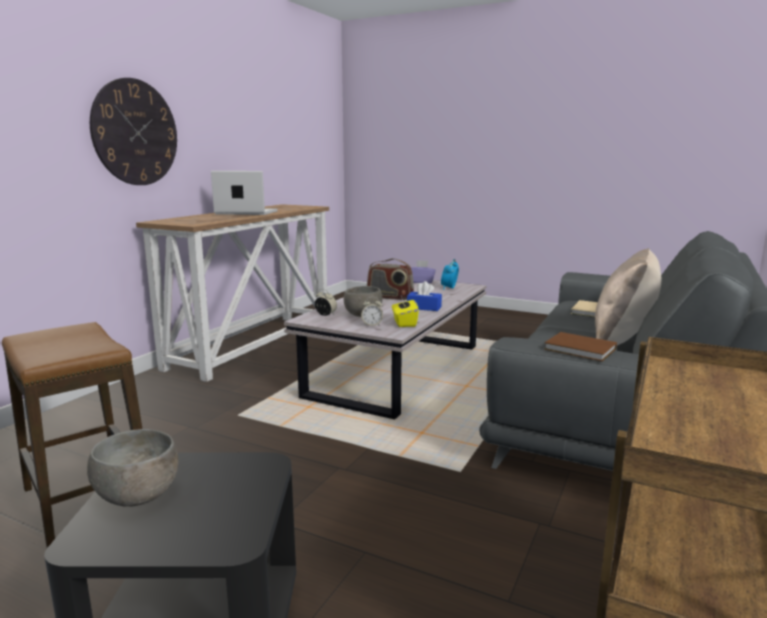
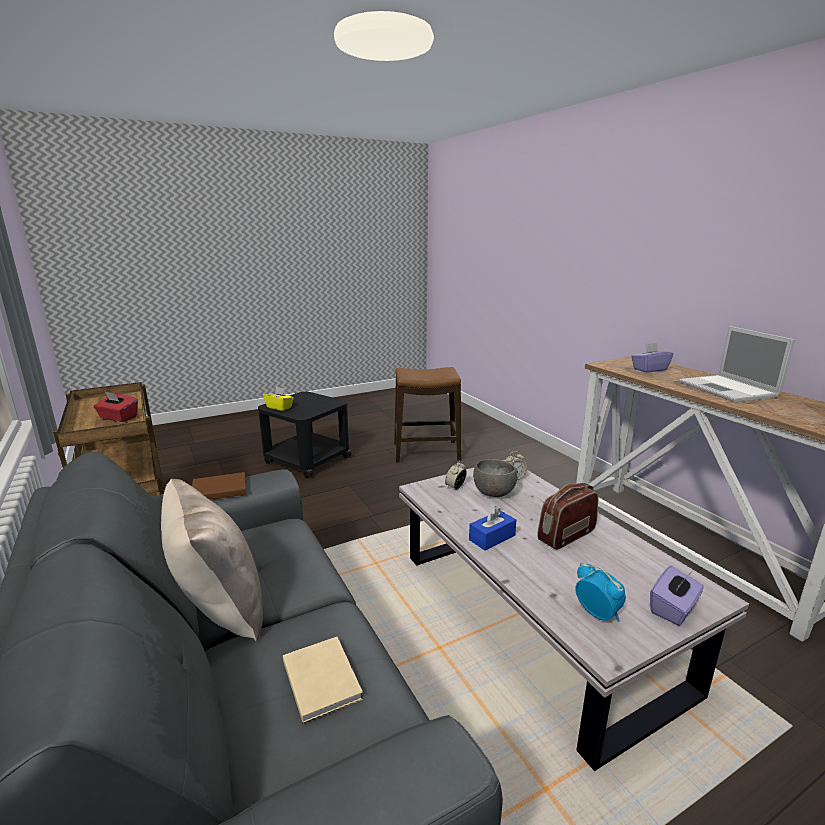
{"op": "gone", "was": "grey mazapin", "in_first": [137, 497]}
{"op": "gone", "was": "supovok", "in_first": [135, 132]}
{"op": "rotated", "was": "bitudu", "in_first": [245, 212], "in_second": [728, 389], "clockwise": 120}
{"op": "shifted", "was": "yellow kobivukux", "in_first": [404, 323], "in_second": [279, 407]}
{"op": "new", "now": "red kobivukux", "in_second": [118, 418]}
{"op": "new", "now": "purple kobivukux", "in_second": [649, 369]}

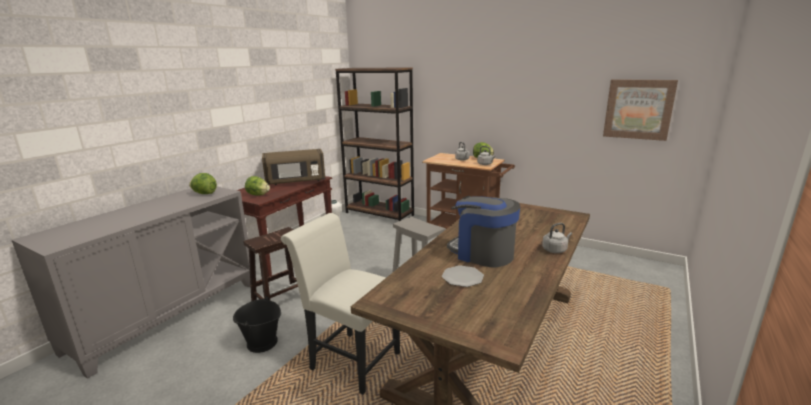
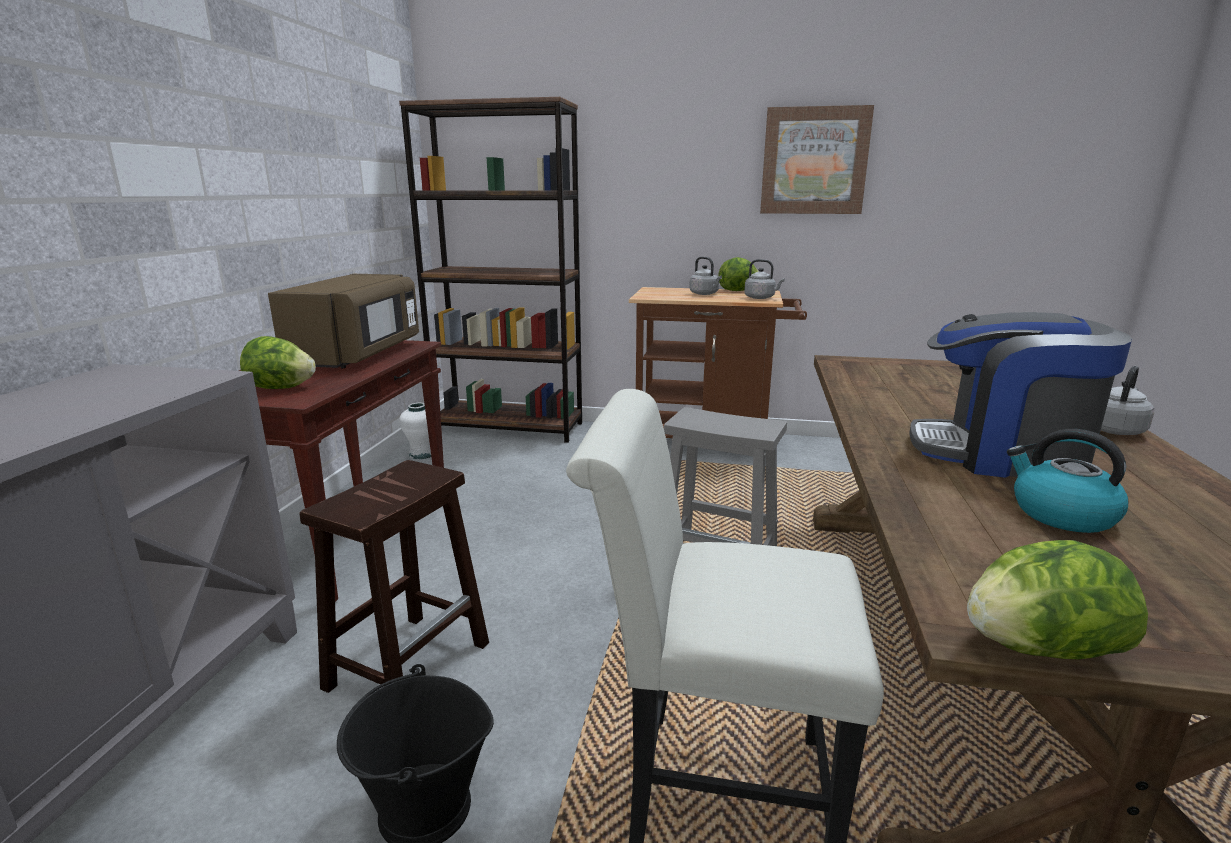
{"op": "shifted", "was": "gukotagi", "in_first": [204, 194], "in_second": [1039, 649]}
{"op": "rotated", "was": "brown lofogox", "in_first": [295, 181], "in_second": [358, 355], "clockwise": -45}
{"op": "swapped", "was": "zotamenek", "now": "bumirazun", "in_first": [462, 277], "in_second": [1061, 514]}
{"op": "shifted", "was": "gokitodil", "in_first": [638, 109], "in_second": [814, 161]}

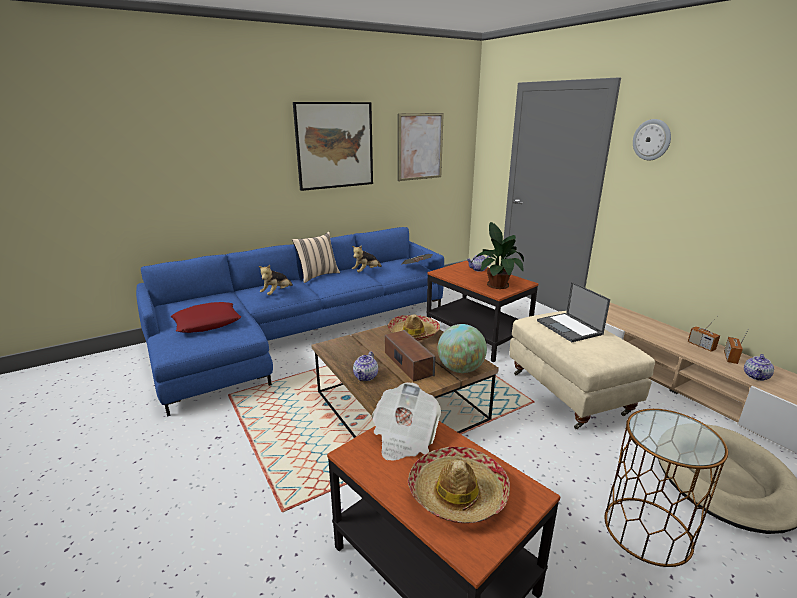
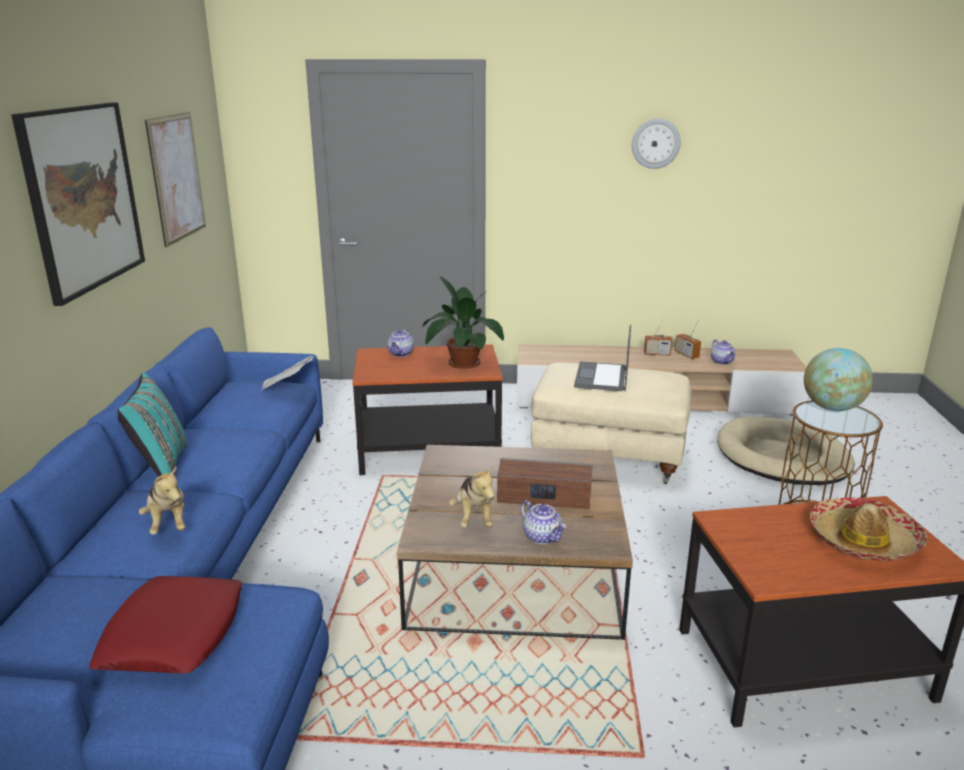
{"op": "repainted", "was": "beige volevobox", "now": "turquoise volevobox", "in_first": [317, 275], "in_second": [160, 466]}
{"op": "shifted", "was": "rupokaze", "in_first": [366, 271], "in_second": [473, 518]}
{"op": "gone", "was": "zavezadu", "in_first": [404, 437]}
{"op": "gone", "was": "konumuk", "in_first": [413, 333]}
{"op": "shifted", "was": "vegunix", "in_first": [460, 369], "in_second": [832, 408]}
{"op": "rotated", "was": "bitudu", "in_first": [570, 328], "in_second": [602, 377], "clockwise": 90}
{"op": "shifted", "was": "supovok", "in_first": [652, 139], "in_second": [655, 143]}

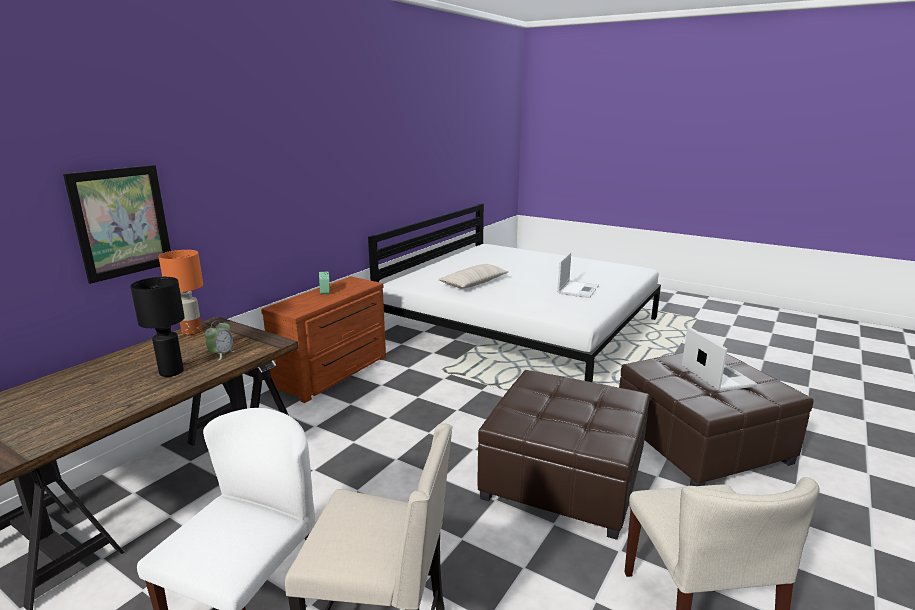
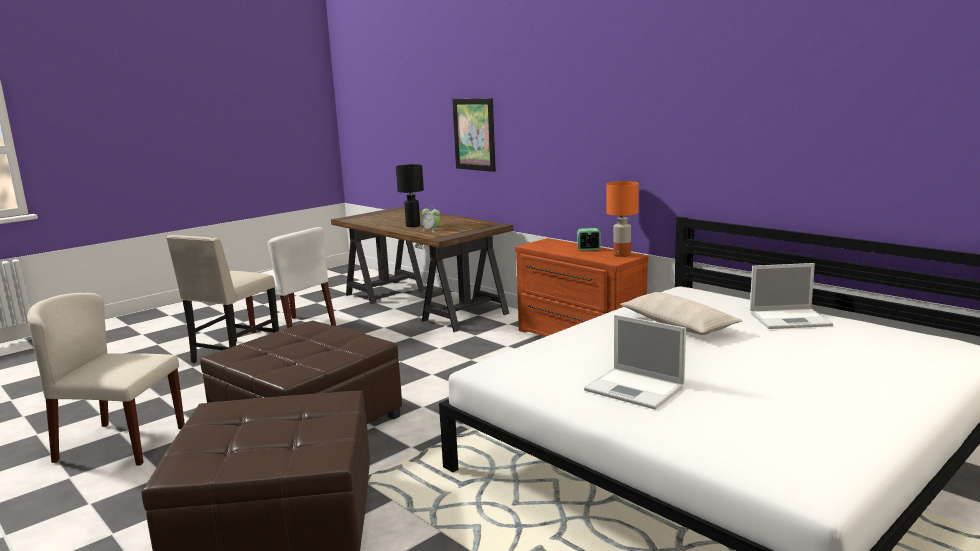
{"op": "shifted", "was": "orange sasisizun", "in_first": [192, 331], "in_second": [622, 255]}
{"op": "shifted", "was": "bitudu", "in_first": [716, 375], "in_second": [791, 319]}

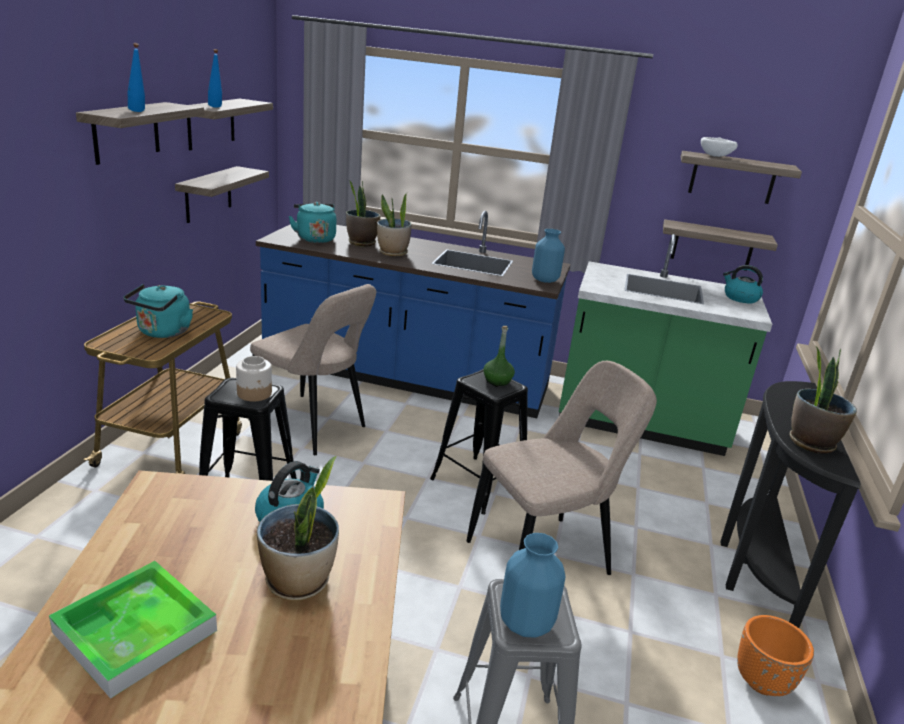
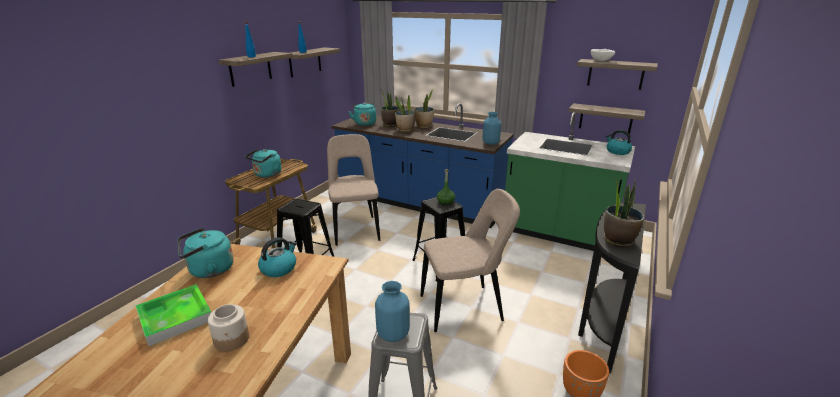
{"op": "gone", "was": "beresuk", "in_first": [208, 194]}
{"op": "shifted", "was": "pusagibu", "in_first": [255, 393], "in_second": [232, 340]}
{"op": "rotated", "was": "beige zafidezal", "in_first": [311, 426], "in_second": [355, 229], "clockwise": -150}
{"op": "shifted", "was": "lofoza", "in_first": [298, 582], "in_second": [424, 126]}
{"op": "new", "now": "turquoise bumirazun", "in_second": [209, 270]}

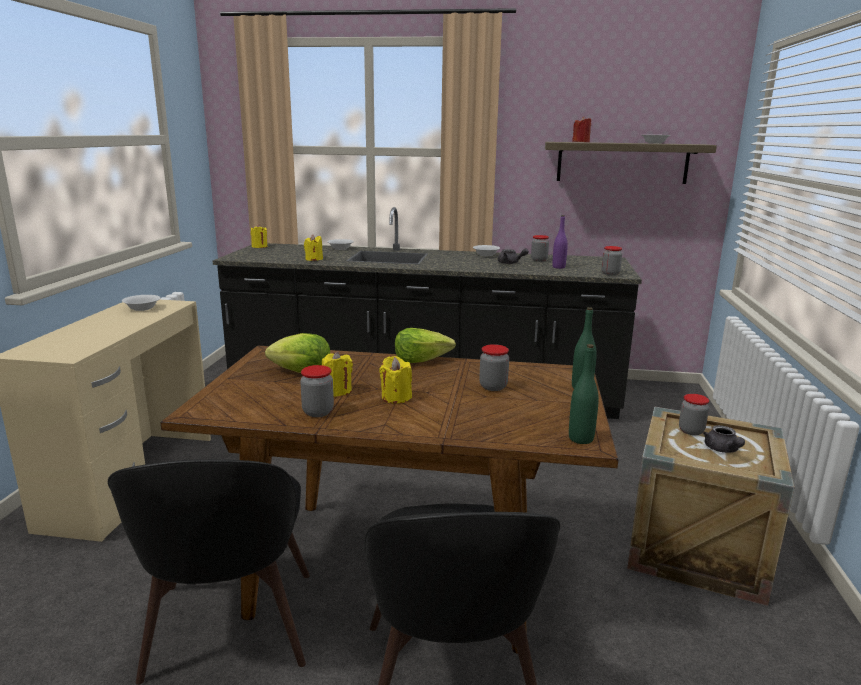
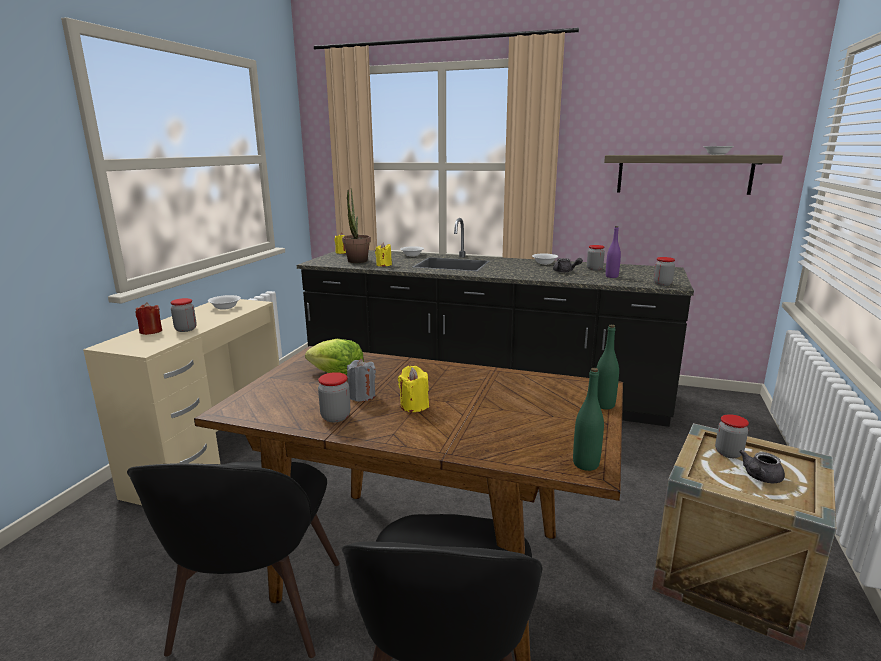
{"op": "repainted", "was": "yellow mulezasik", "now": "grey mulezasik", "in_first": [337, 391], "in_second": [362, 396]}
{"op": "gone", "was": "gukotagi", "in_first": [421, 360]}
{"op": "shifted", "was": "pusagibu", "in_first": [493, 387], "in_second": [186, 329]}
{"op": "shifted", "was": "red mulezasik", "in_first": [581, 142], "in_second": [151, 331]}
{"op": "rotated", "was": "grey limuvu", "in_first": [722, 450], "in_second": [759, 477], "clockwise": 45}
{"op": "new", "now": "lofoza", "in_second": [357, 262]}

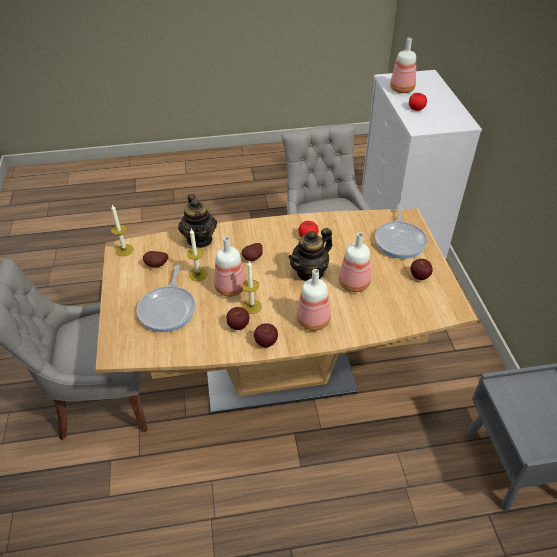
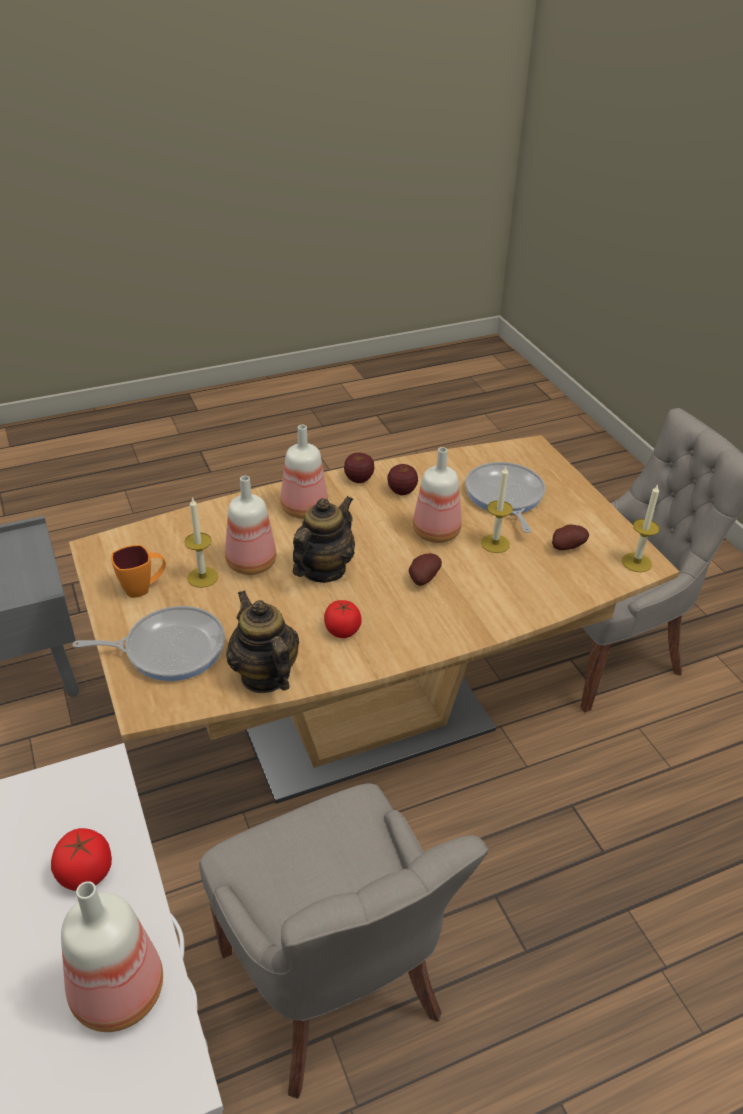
{"op": "shifted", "was": "limuvu", "in_first": [200, 239], "in_second": [264, 675]}
{"op": "shifted", "was": "mulezasik", "in_first": [251, 306], "in_second": [202, 577]}
{"op": "rotated", "was": "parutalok", "in_first": [400, 240], "in_second": [169, 649], "clockwise": 90}
{"op": "swapped", "was": "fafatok", "now": "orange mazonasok", "in_first": [419, 276], "in_second": [144, 588]}

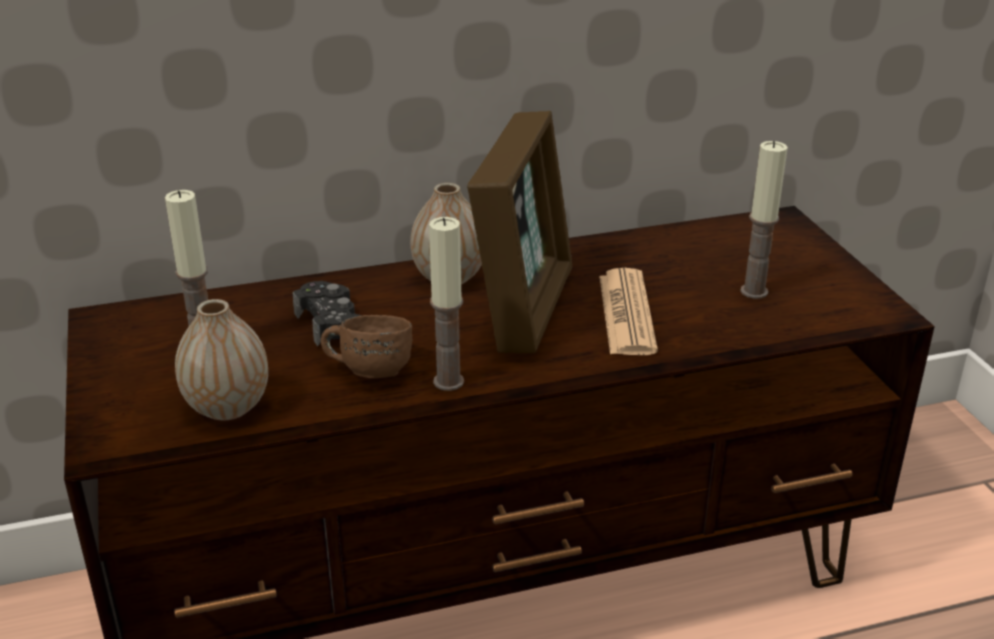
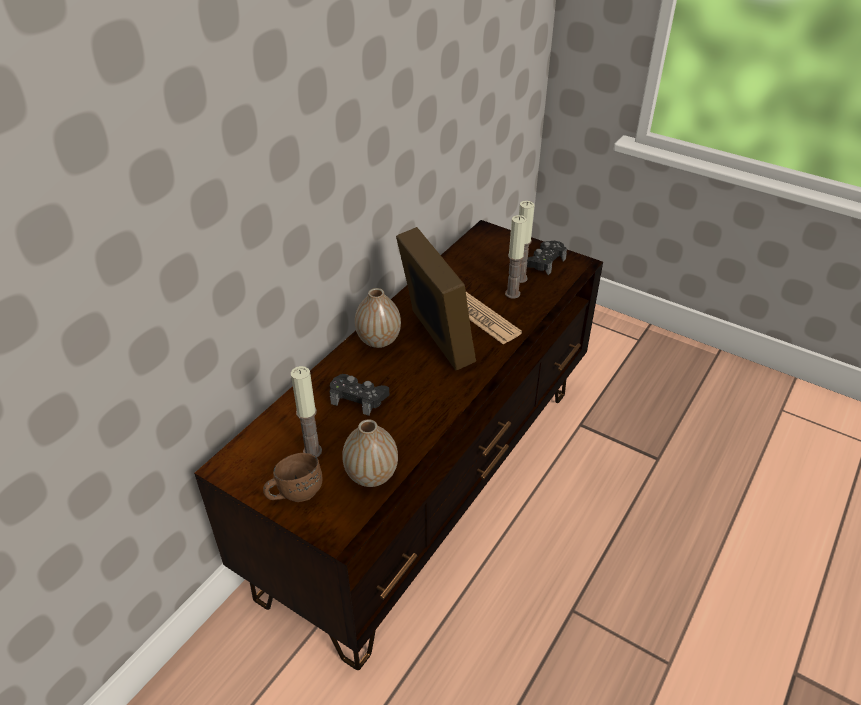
{"op": "shifted", "was": "brown mazonasok", "in_first": [369, 369], "in_second": [294, 492]}
{"op": "shifted", "was": "mulezasik", "in_first": [448, 382], "in_second": [512, 293]}
{"op": "new", "now": "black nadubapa", "in_second": [544, 262]}

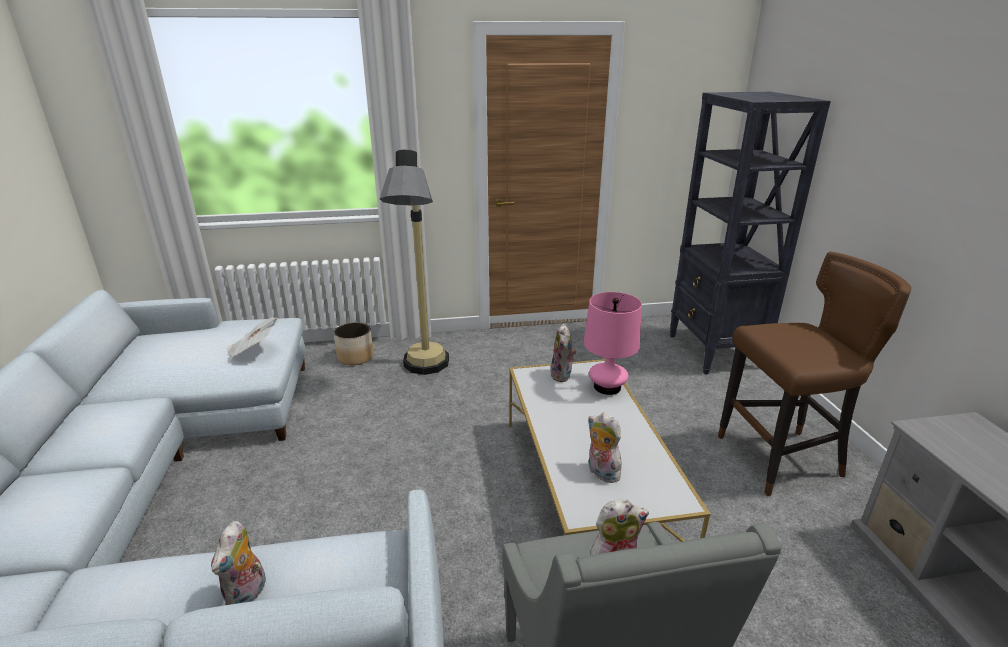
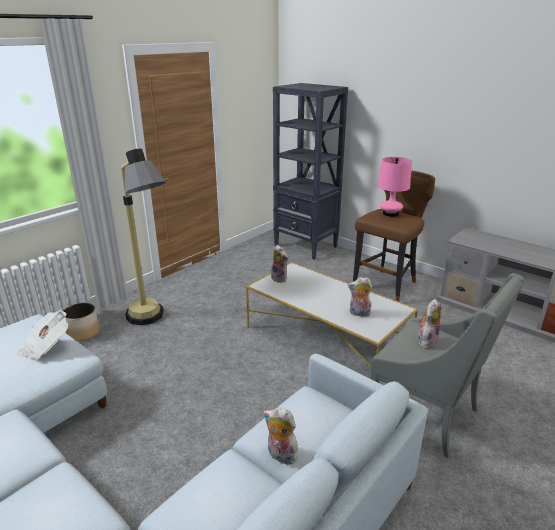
{"op": "rotated", "was": "rupokaze", "in_first": [248, 596], "in_second": [280, 455], "clockwise": 150}
{"op": "shifted", "was": "pink sasisizun", "in_first": [607, 387], "in_second": [390, 214]}

